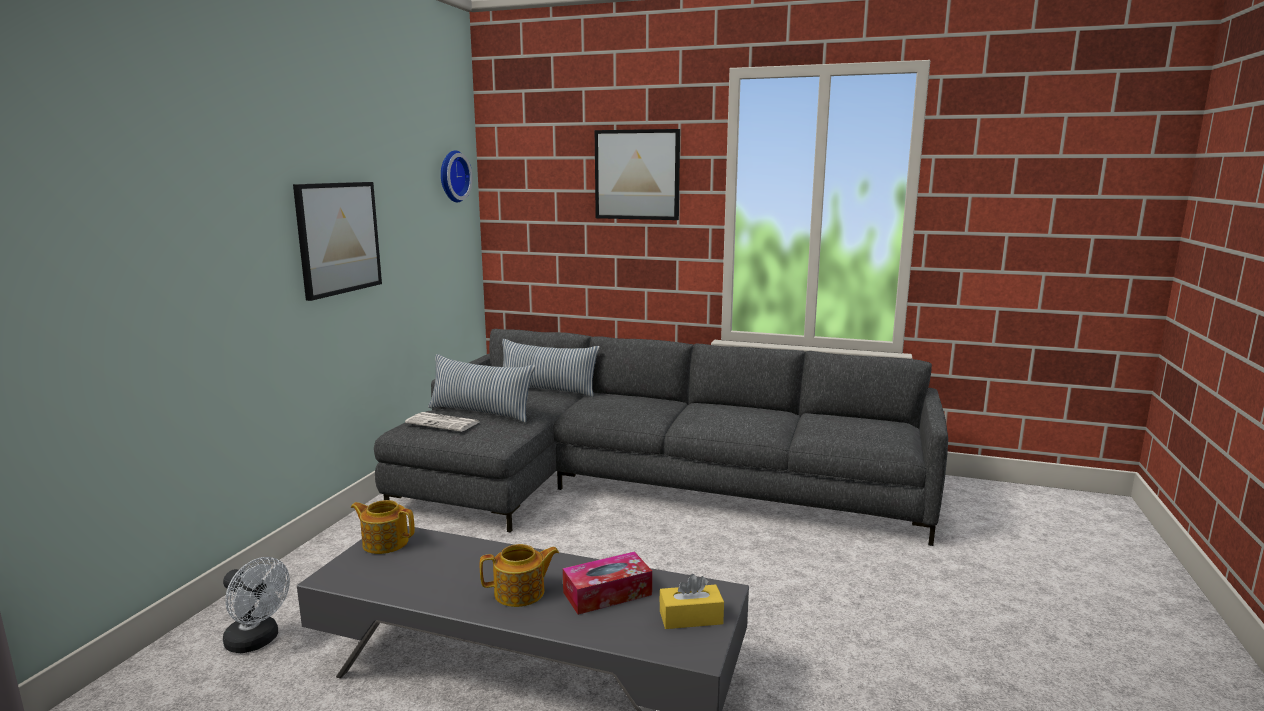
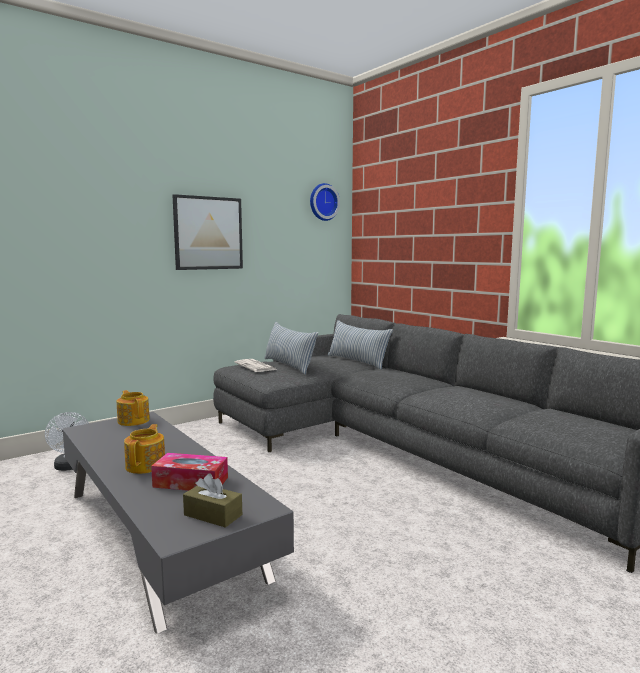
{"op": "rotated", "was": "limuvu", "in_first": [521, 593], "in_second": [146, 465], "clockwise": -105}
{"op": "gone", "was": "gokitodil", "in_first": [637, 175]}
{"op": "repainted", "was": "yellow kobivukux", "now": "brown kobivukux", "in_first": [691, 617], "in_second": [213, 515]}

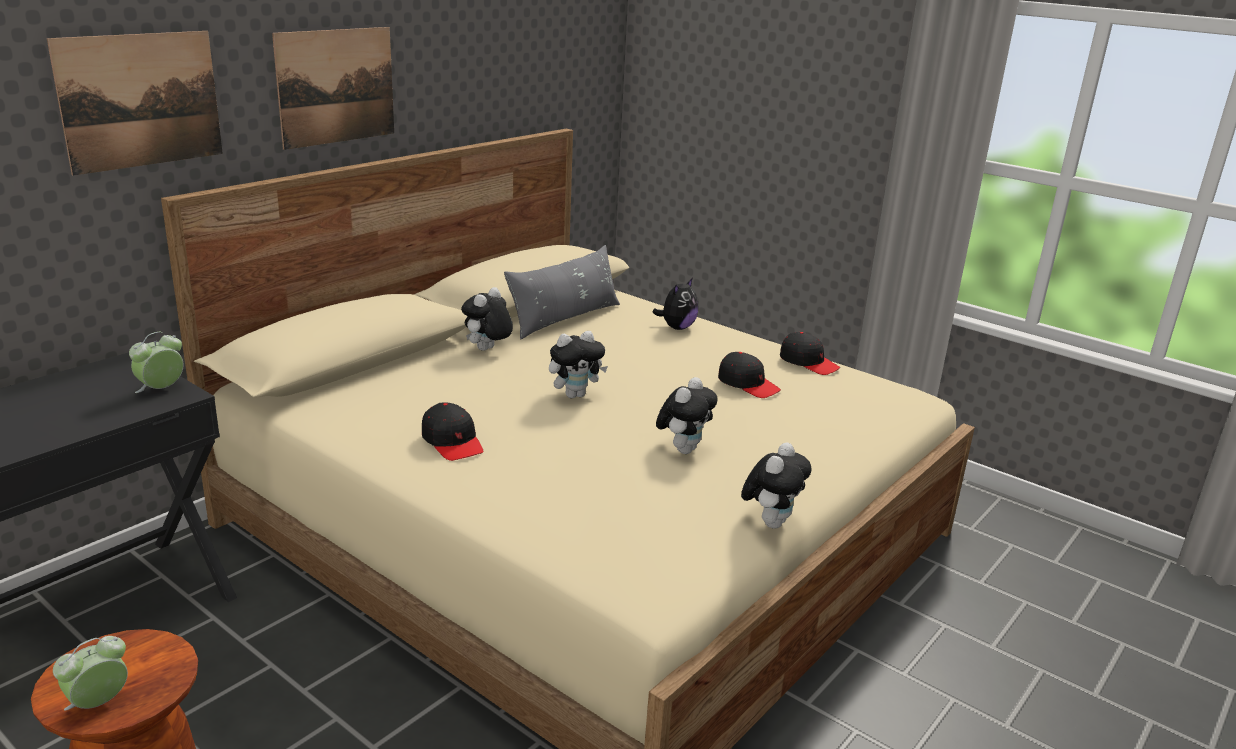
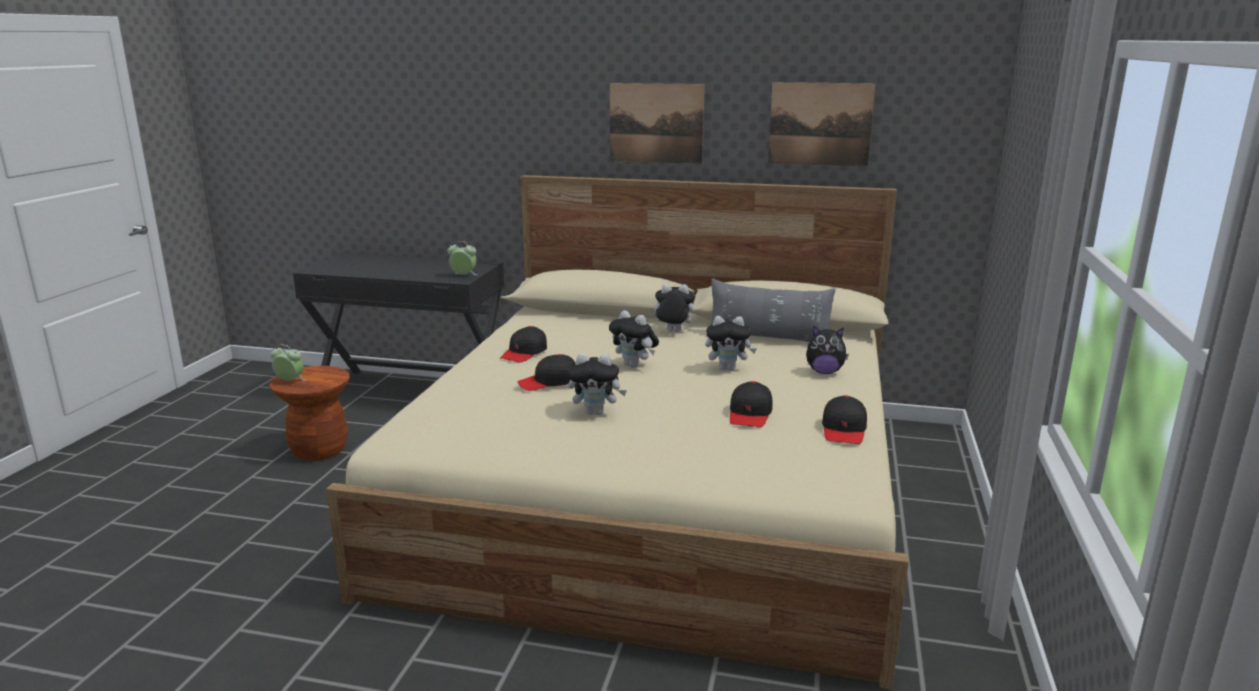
{"op": "shifted", "was": "gokitodil", "in_first": [141, 100], "in_second": [820, 124]}
{"op": "shifted", "was": "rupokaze", "in_first": [771, 522], "in_second": [728, 368]}
{"op": "new", "now": "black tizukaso", "in_second": [548, 382]}

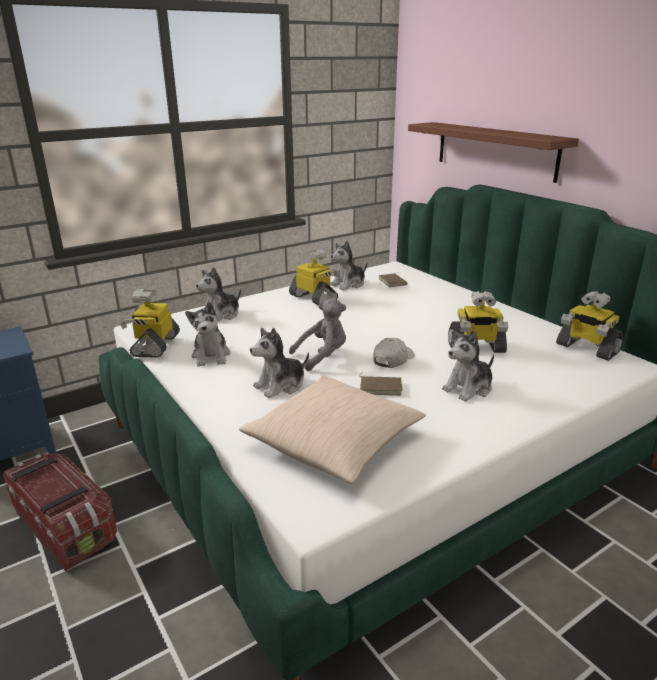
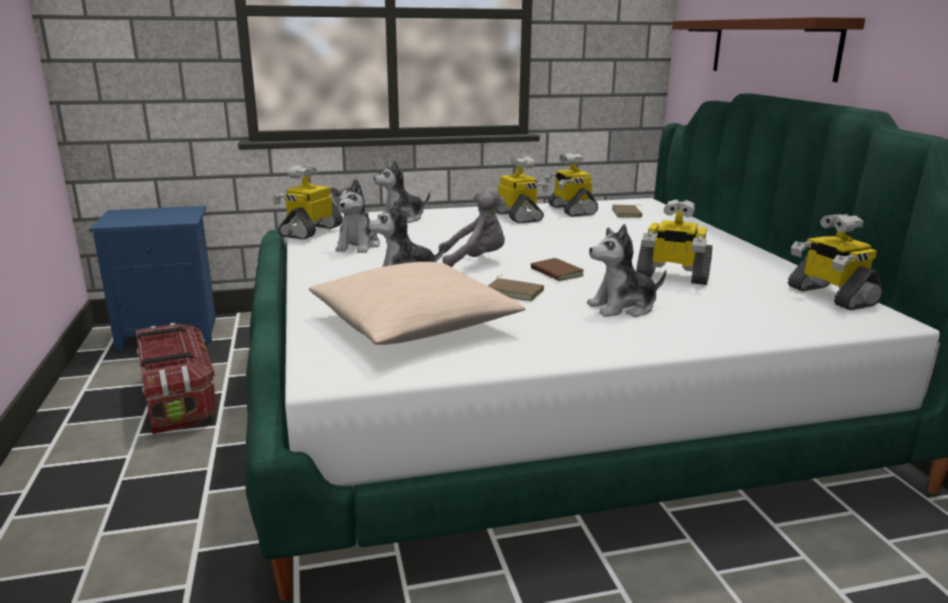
{"op": "swapped", "was": "rupokaze", "now": "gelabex", "in_first": [349, 284], "in_second": [570, 210]}
{"op": "swapped", "was": "white tizukaso", "now": "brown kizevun", "in_first": [393, 359], "in_second": [555, 273]}

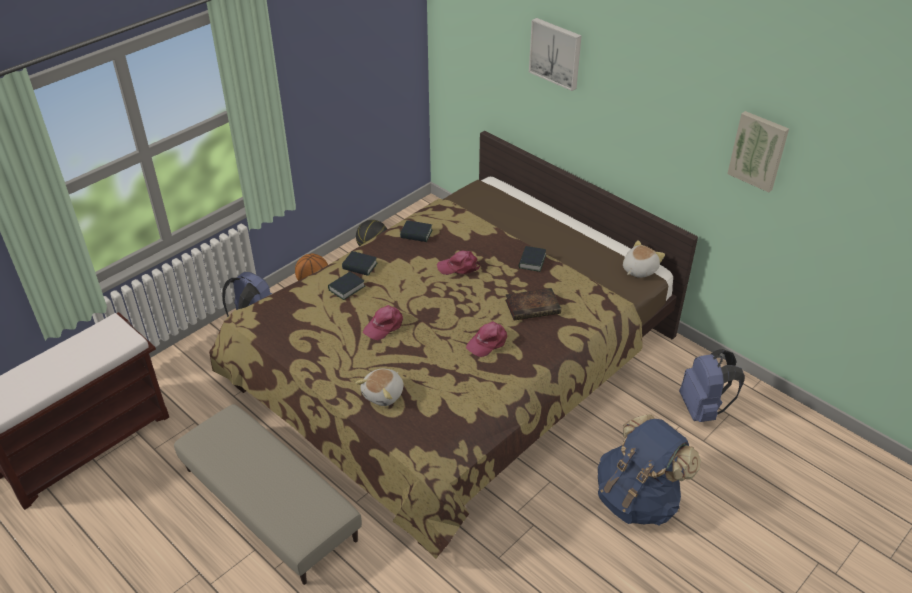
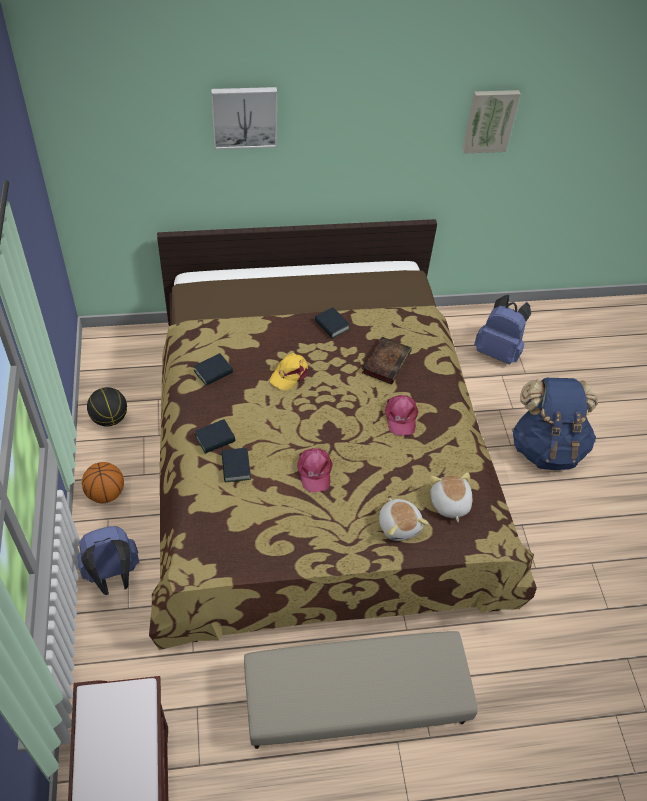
{"op": "repainted", "was": "pink tizukaso", "now": "yellow tizukaso", "in_first": [459, 267], "in_second": [290, 373]}
{"op": "shifted", "was": "rupokaze", "in_first": [638, 269], "in_second": [449, 503]}

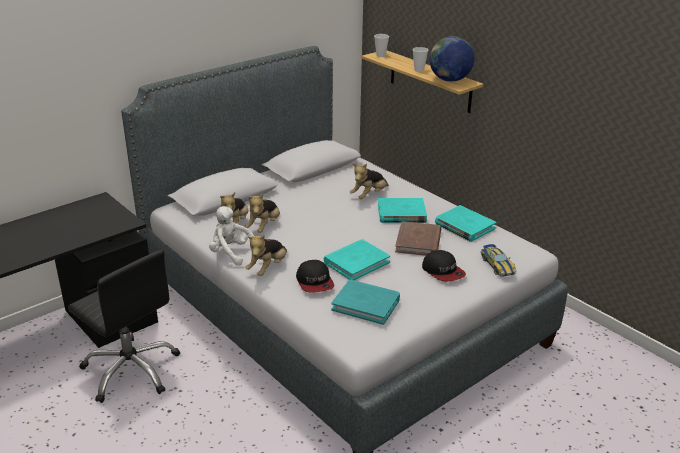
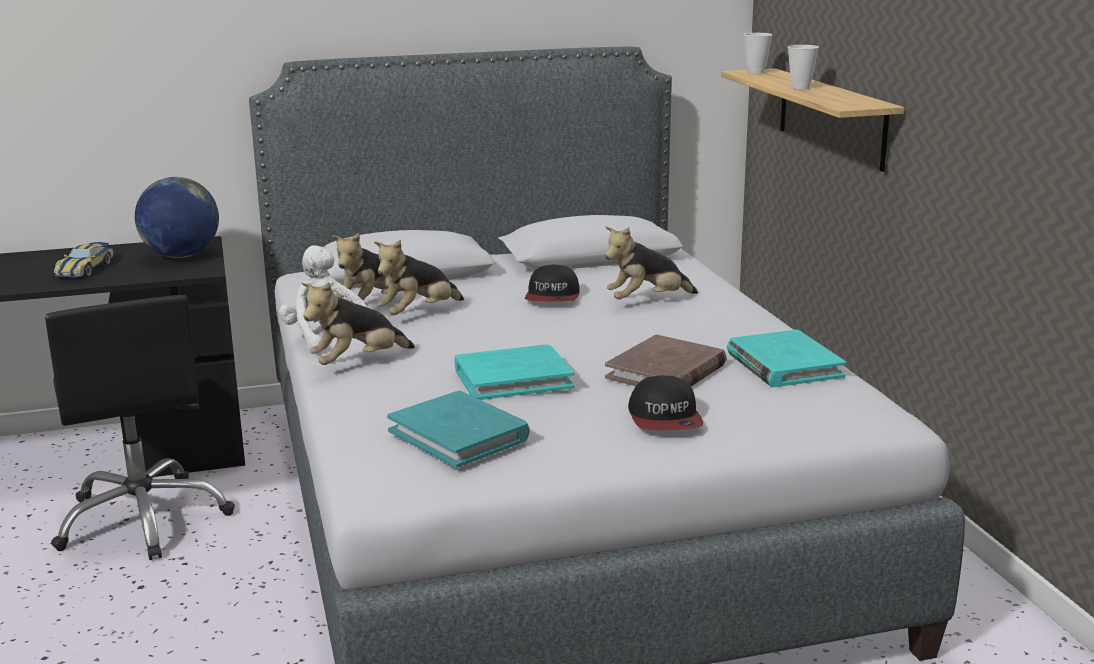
{"op": "shifted", "was": "tizukaso", "in_first": [315, 282], "in_second": [553, 297]}
{"op": "gone", "was": "turquoise kizevun", "in_first": [401, 213]}
{"op": "shifted", "was": "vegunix", "in_first": [450, 80], "in_second": [181, 256]}
{"op": "shifted", "was": "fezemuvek", "in_first": [497, 265], "in_second": [85, 269]}

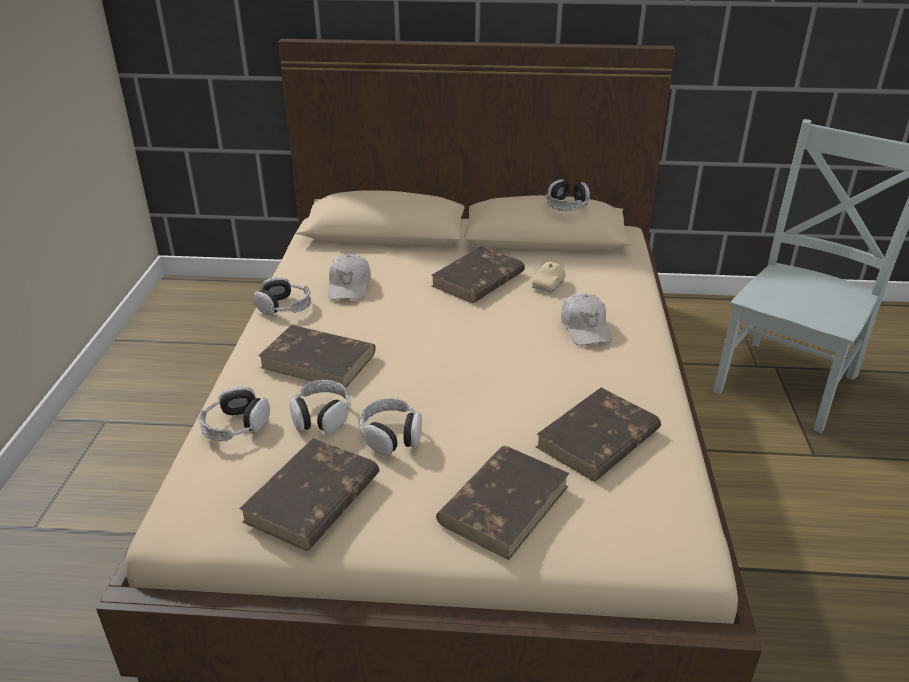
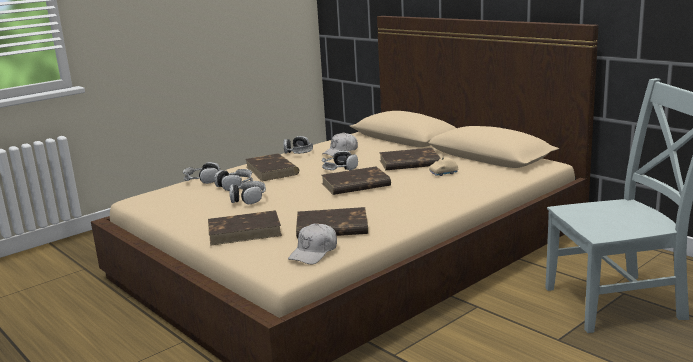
{"op": "shifted", "was": "brown kizevun", "in_first": [312, 499], "in_second": [355, 185]}
{"op": "shifted", "was": "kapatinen", "in_first": [567, 206], "in_second": [339, 168]}
{"op": "shifted", "was": "white tizukaso", "in_first": [585, 328], "in_second": [314, 252]}

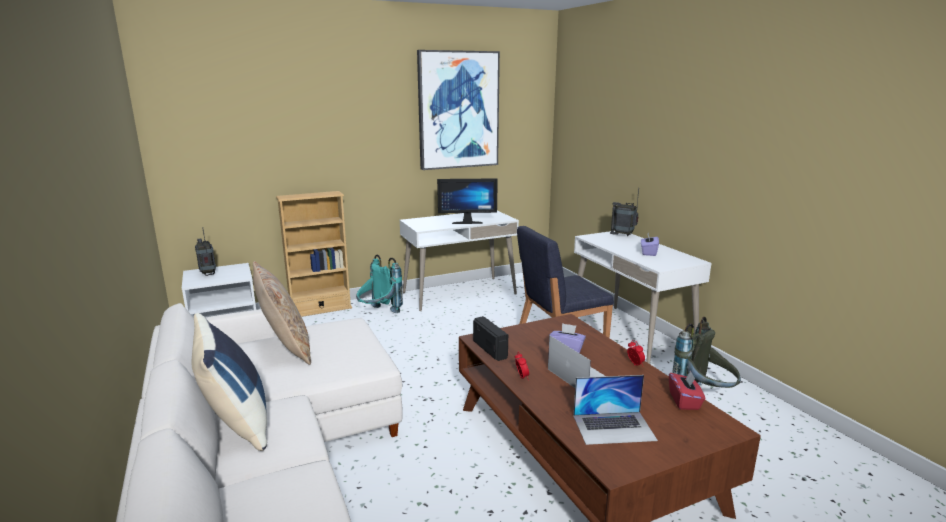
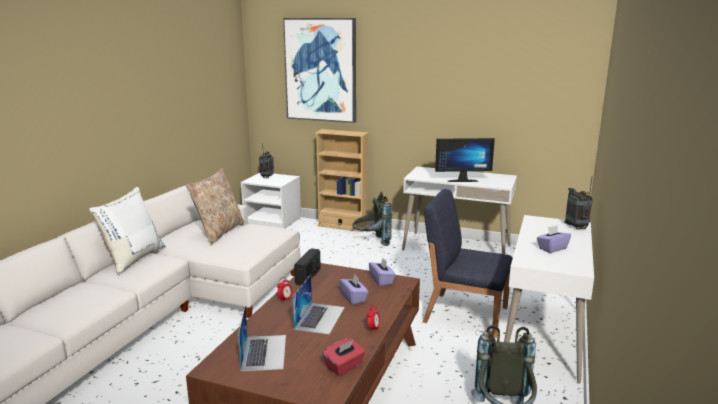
{"op": "repainted", "was": "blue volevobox", "now": "white volevobox", "in_first": [236, 424], "in_second": [133, 258]}
{"op": "repainted", "was": "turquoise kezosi", "now": "grey kezosi", "in_first": [378, 314], "in_second": [372, 242]}
{"op": "shifted", "was": "gokitodil", "in_first": [458, 110], "in_second": [321, 70]}
{"op": "rotated", "was": "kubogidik", "in_first": [467, 222], "in_second": [461, 180], "clockwise": -45}
{"op": "rotated", "was": "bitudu", "in_first": [614, 427], "in_second": [264, 352], "clockwise": -135}
{"op": "new", "now": "purple kobivukux", "in_second": [381, 280]}

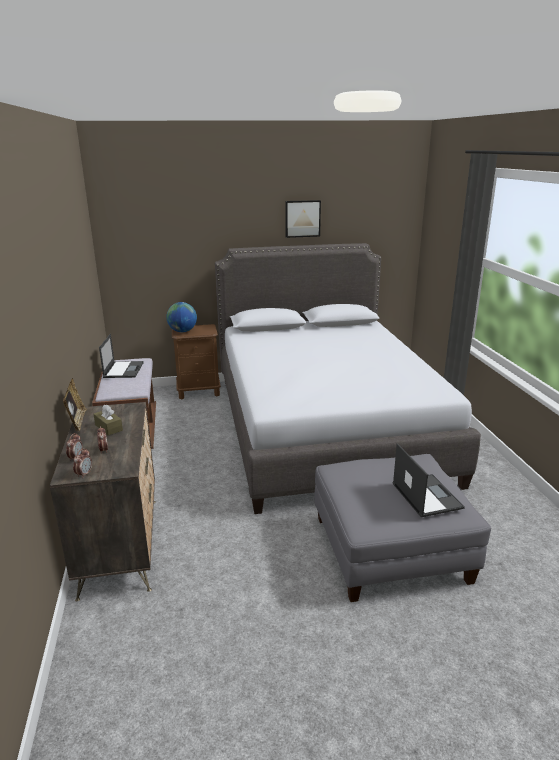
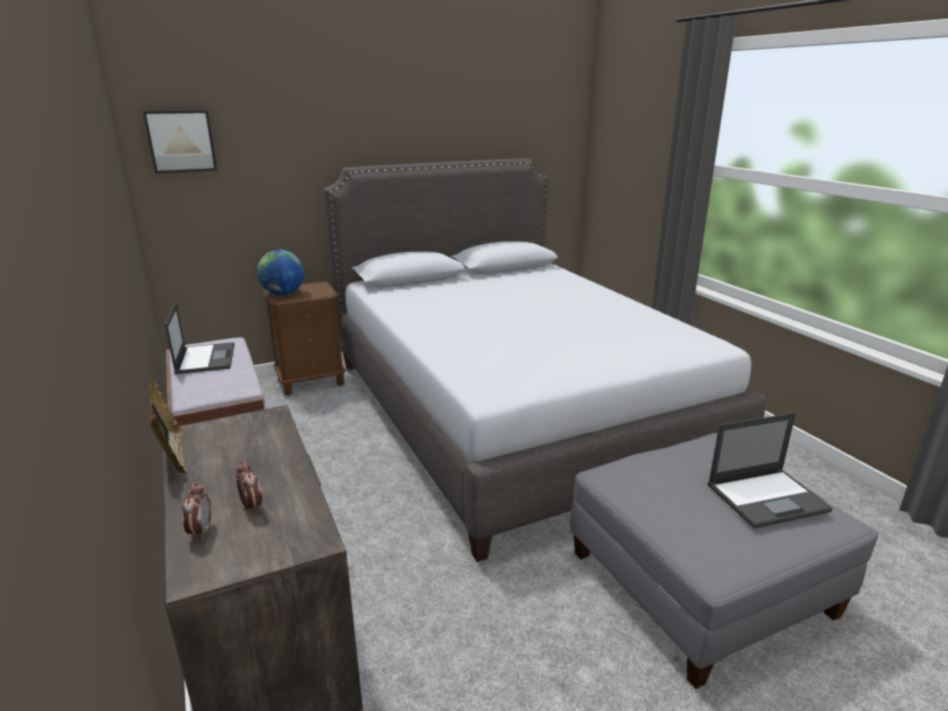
{"op": "gone", "was": "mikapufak", "in_first": [84, 474]}
{"op": "gone", "was": "brown kobivukux", "in_first": [108, 427]}
{"op": "shifted", "was": "gokitodil", "in_first": [302, 218], "in_second": [181, 141]}
{"op": "rotated", "was": "bitudu", "in_first": [426, 495], "in_second": [768, 497], "clockwise": 105}

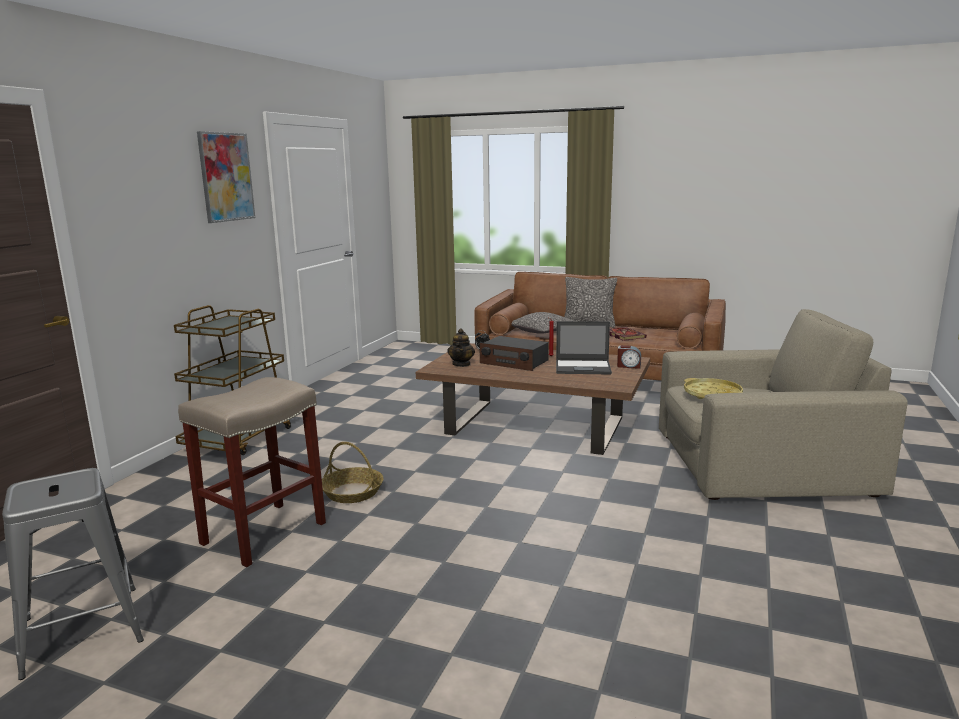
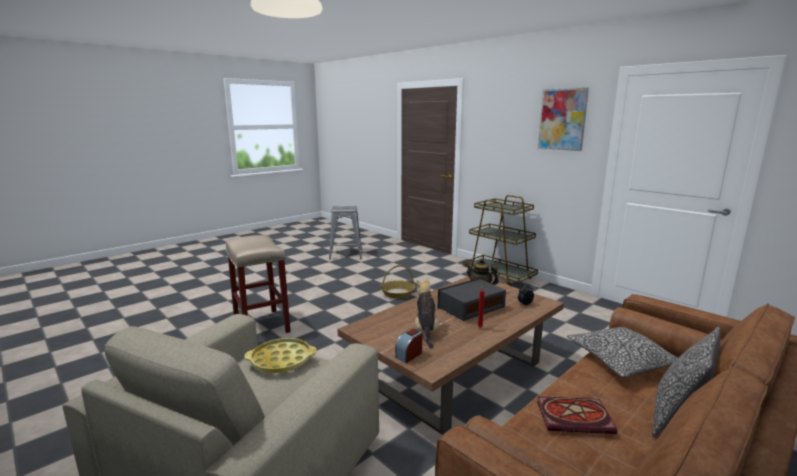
{"op": "shifted", "was": "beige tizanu", "in_first": [265, 532], "in_second": [262, 325]}
{"op": "swapped", "was": "bitudu", "now": "rupokaze", "in_first": [583, 367], "in_second": [426, 331]}

